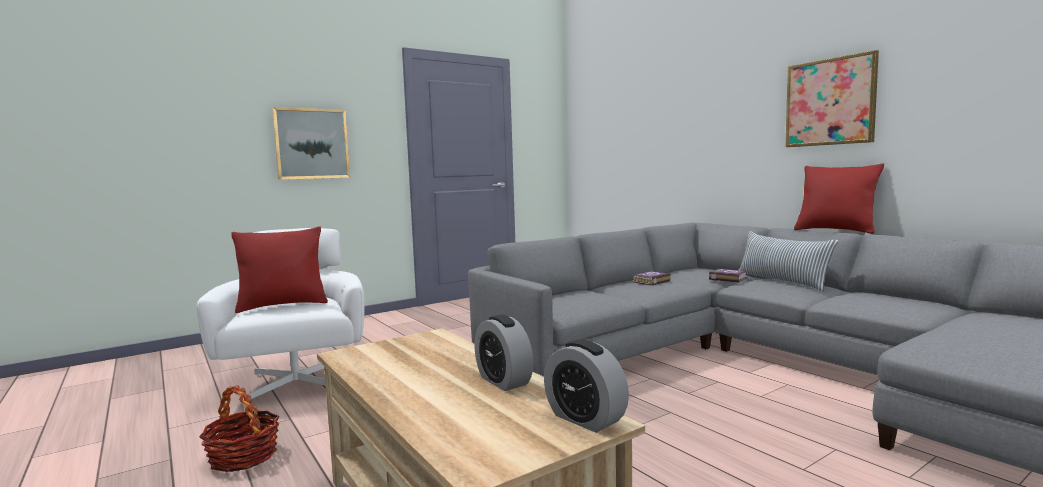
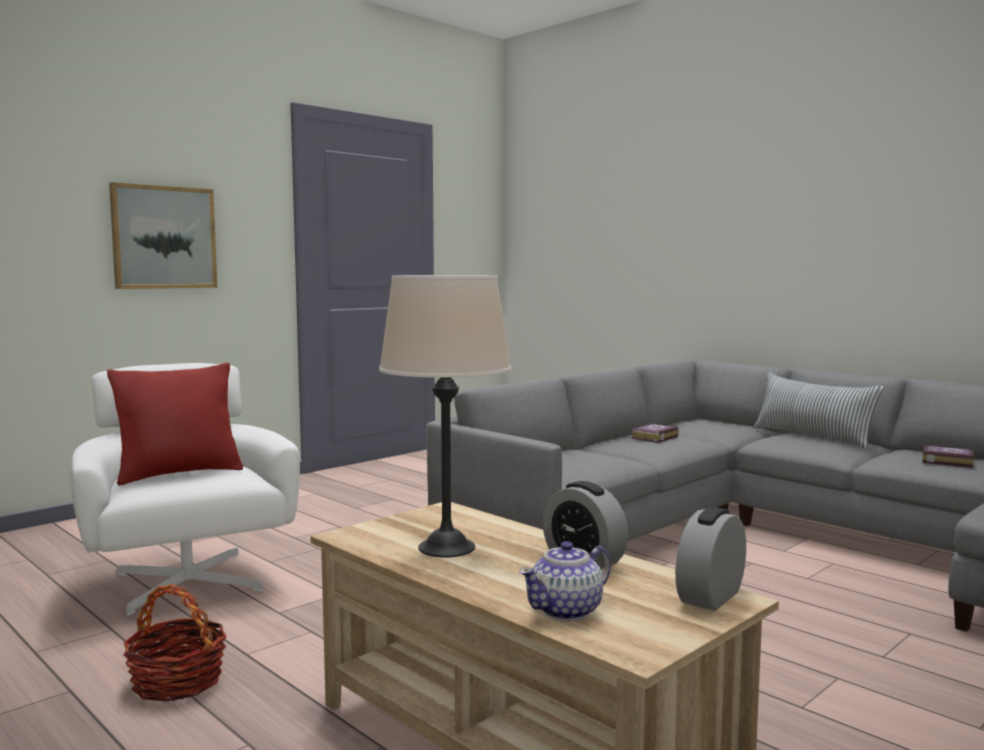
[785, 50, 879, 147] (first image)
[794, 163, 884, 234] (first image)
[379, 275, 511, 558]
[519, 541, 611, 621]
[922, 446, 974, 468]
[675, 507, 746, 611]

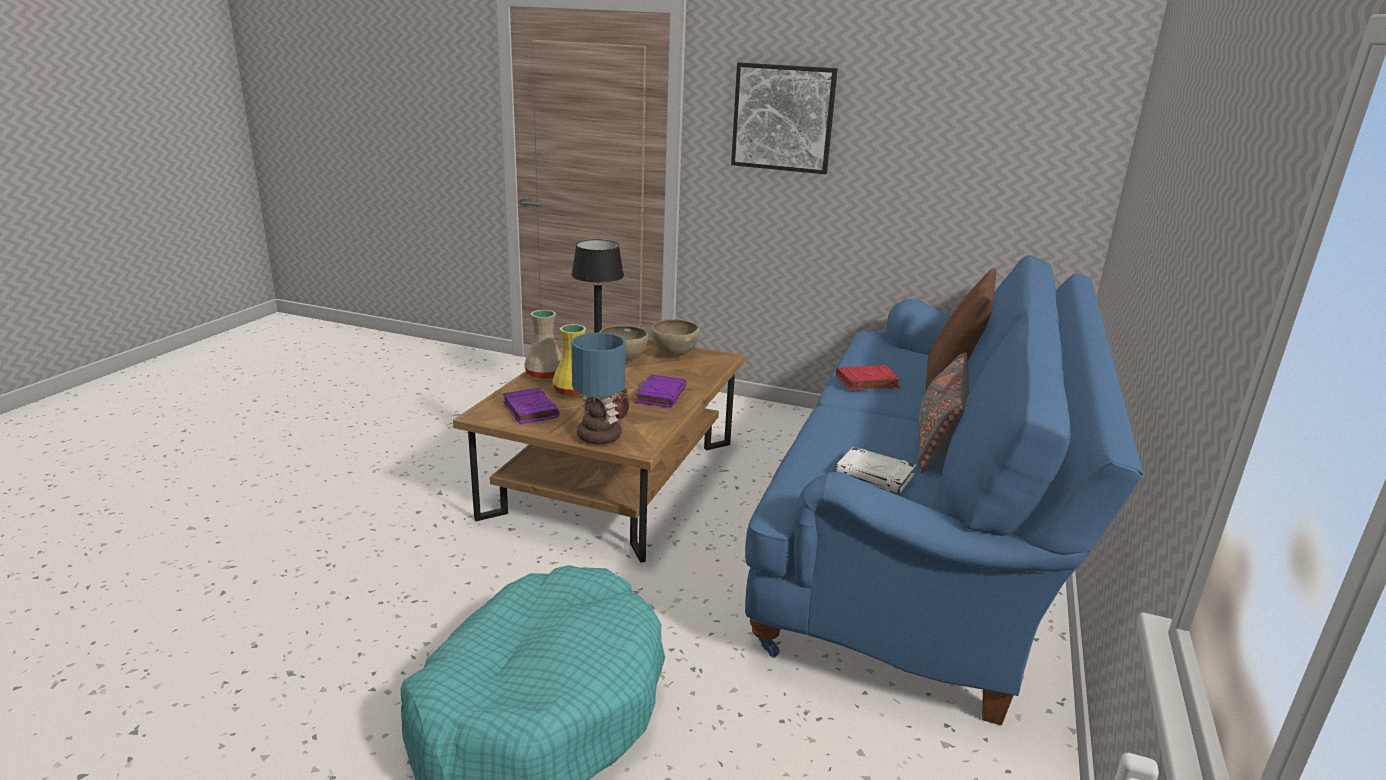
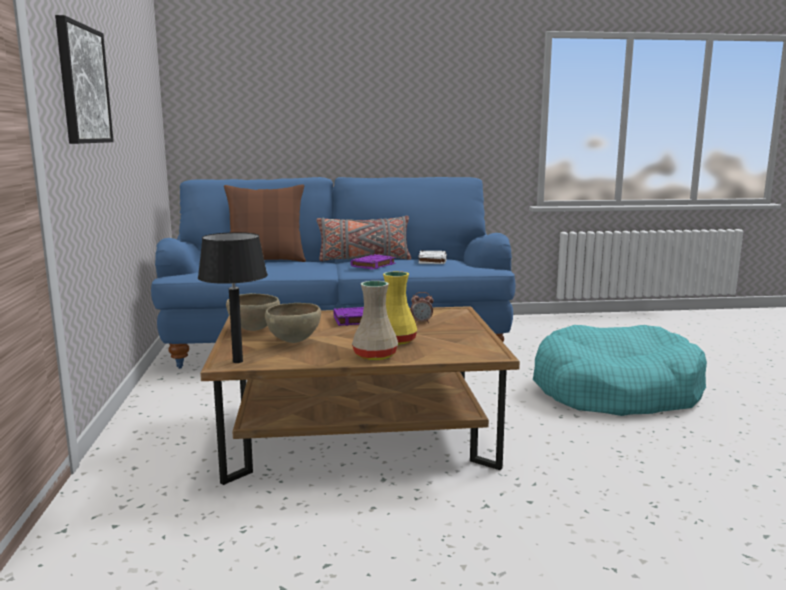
[571, 333, 626, 444] (first image)
[836, 365, 901, 390] (first image)
[351, 254, 396, 270]

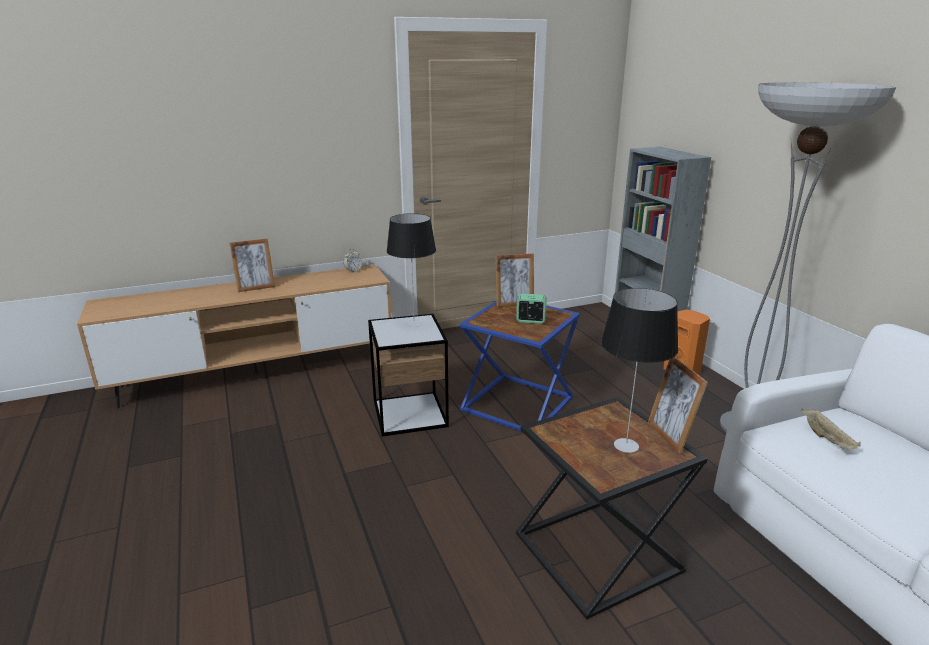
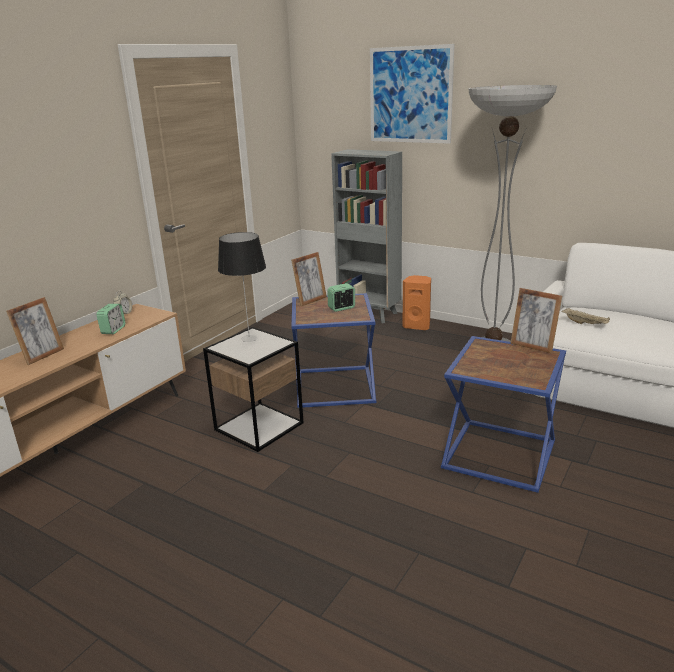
[601, 288, 678, 453] (first image)
[96, 304, 125, 334]
[370, 44, 455, 144]
[441, 336, 566, 493]

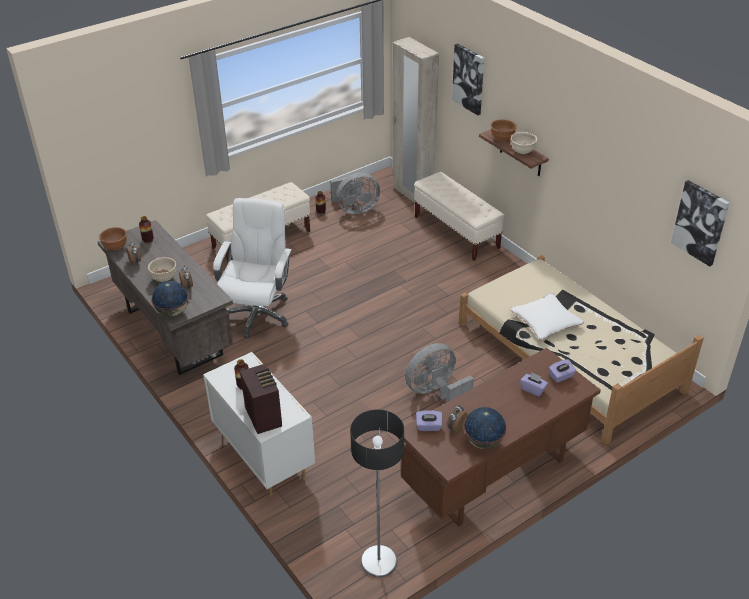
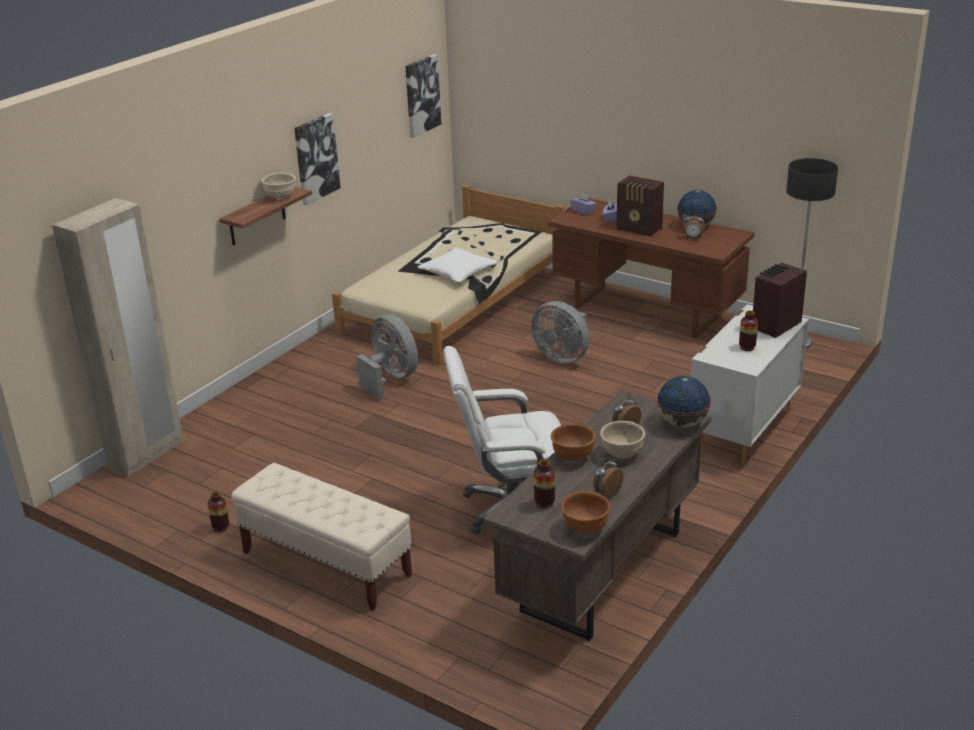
[414, 172, 505, 261] (first image)
[416, 410, 442, 431] (first image)
[616, 175, 664, 237]
[357, 314, 418, 399]
[294, 113, 341, 205]
[551, 424, 595, 461]

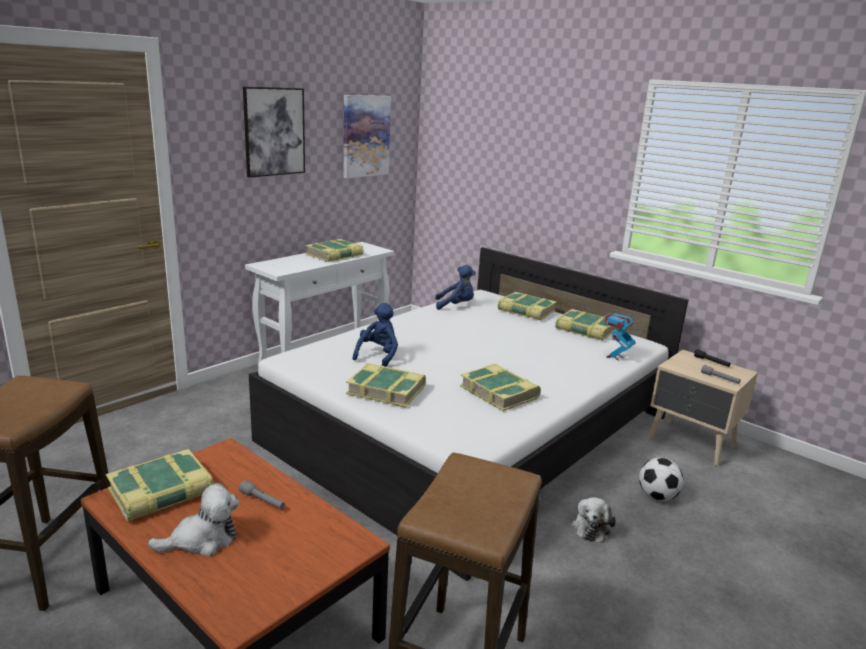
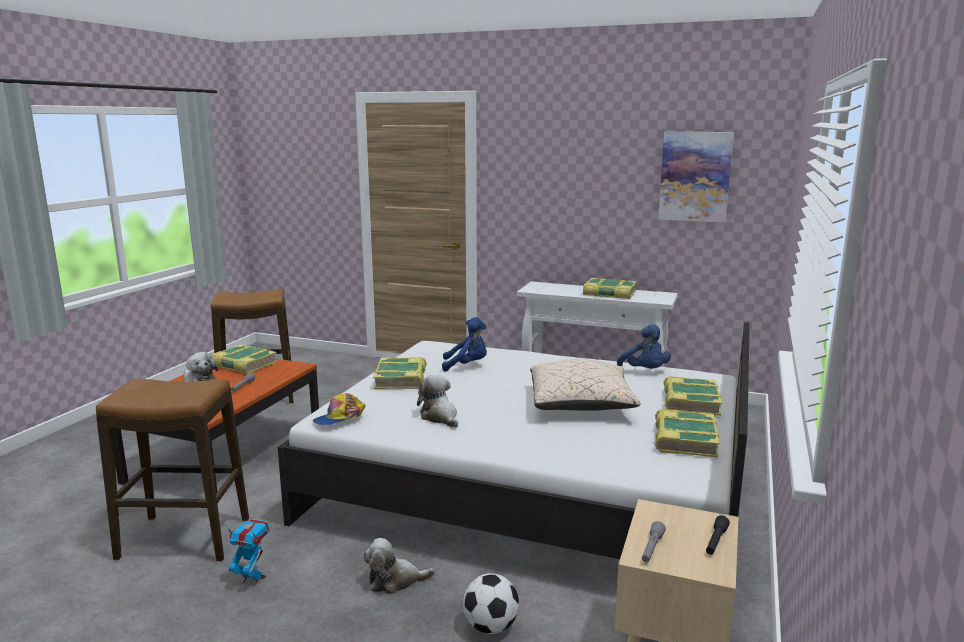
[243, 87, 305, 177] (first image)
[313, 393, 365, 425]
[530, 359, 641, 411]
[225, 519, 270, 586]
[417, 375, 458, 428]

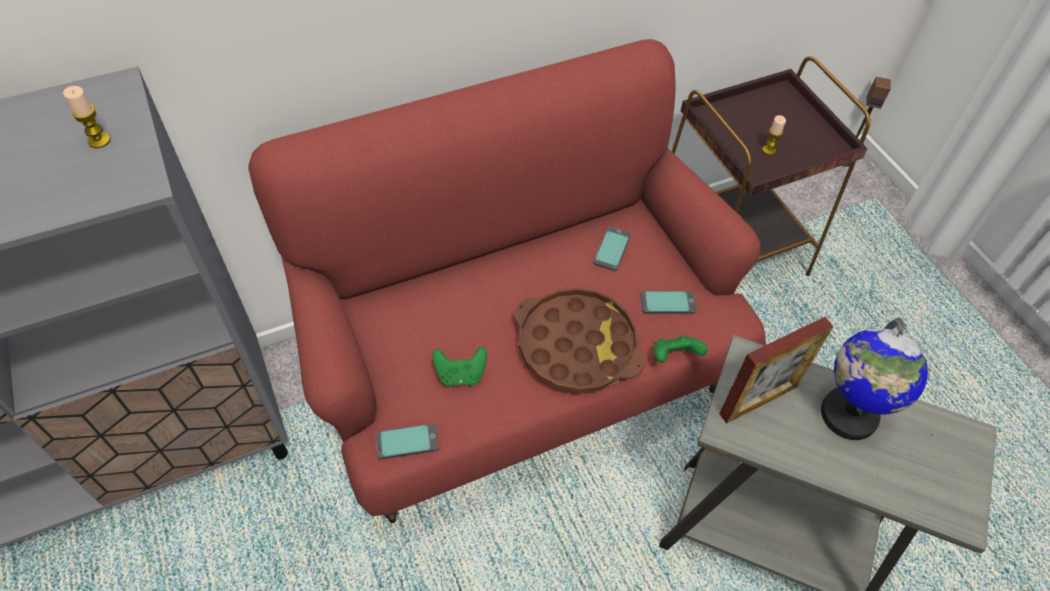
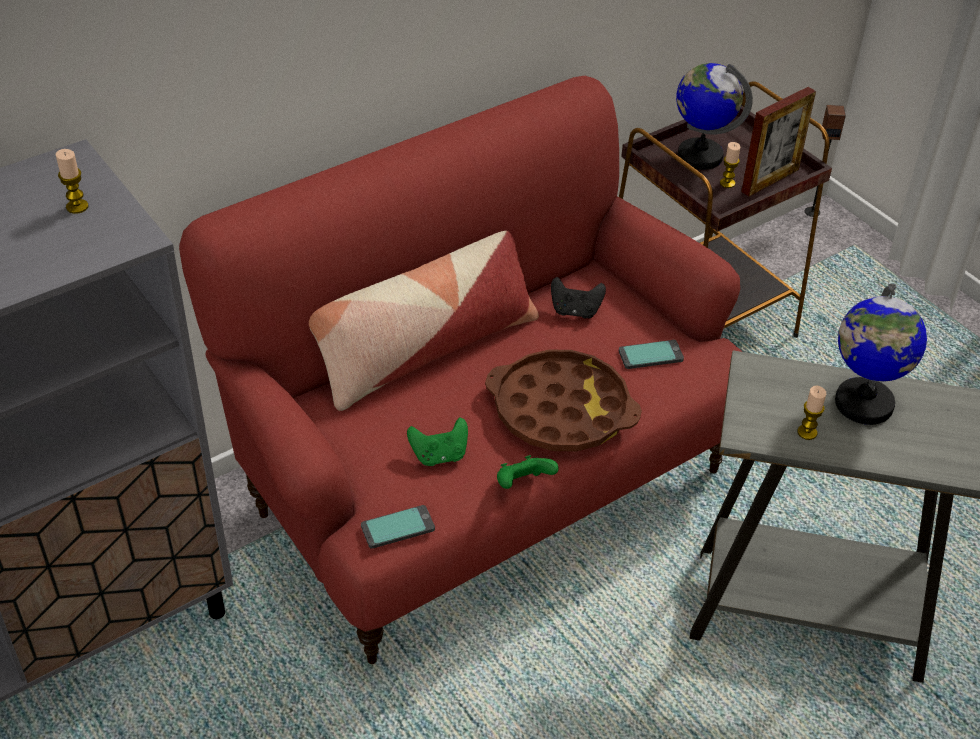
[309, 231, 539, 411]
[676, 63, 753, 170]
[797, 386, 826, 440]
[497, 455, 559, 489]
[741, 87, 816, 196]
[551, 277, 606, 318]

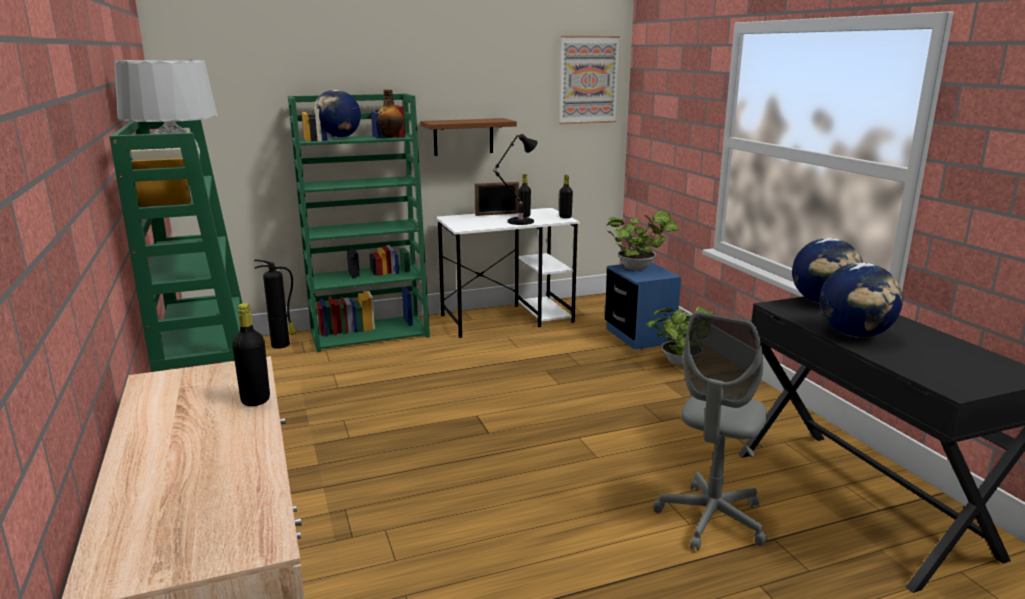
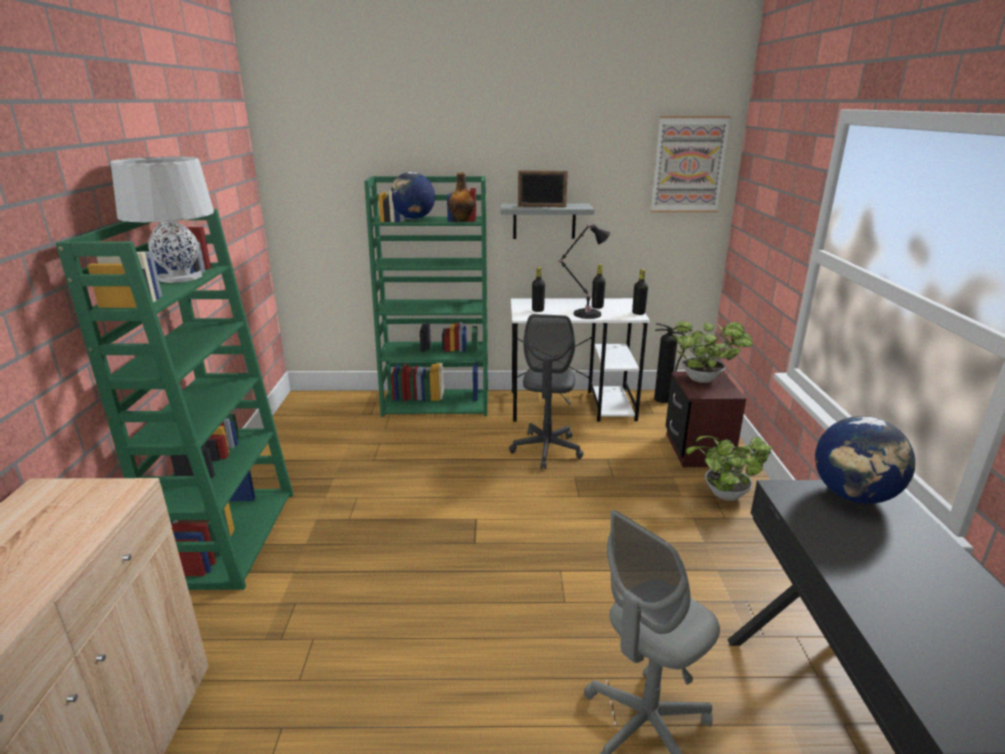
[820, 263, 903, 338] (first image)
[509, 314, 584, 469]
[532, 267, 545, 312]
[654, 323, 685, 403]
[518, 170, 568, 207]
[500, 204, 594, 239]
[665, 371, 746, 467]

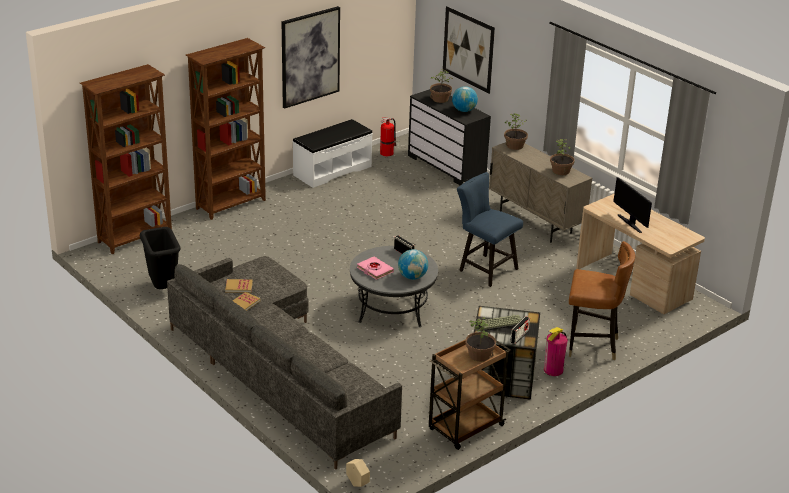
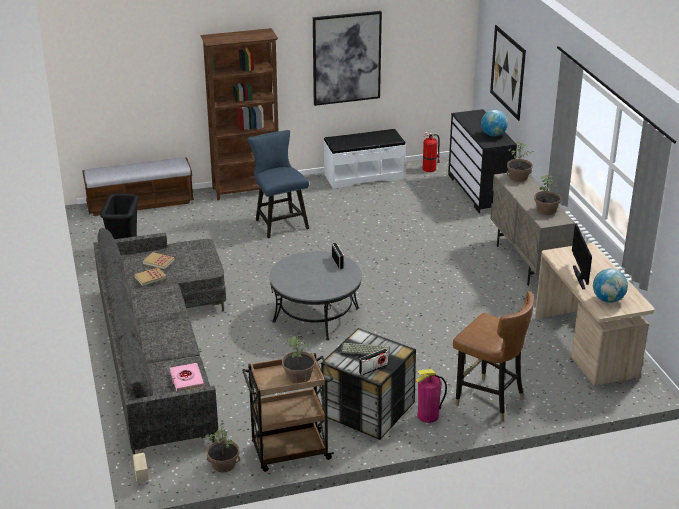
[170, 363, 205, 391]
[593, 269, 628, 303]
[205, 426, 240, 473]
[247, 130, 309, 238]
[82, 158, 194, 216]

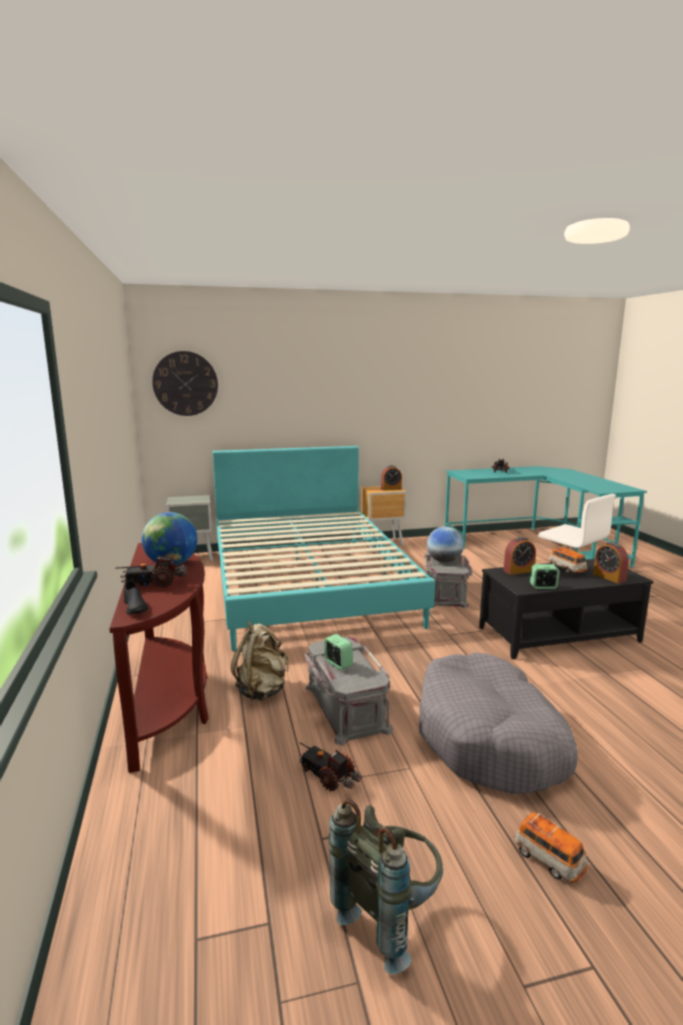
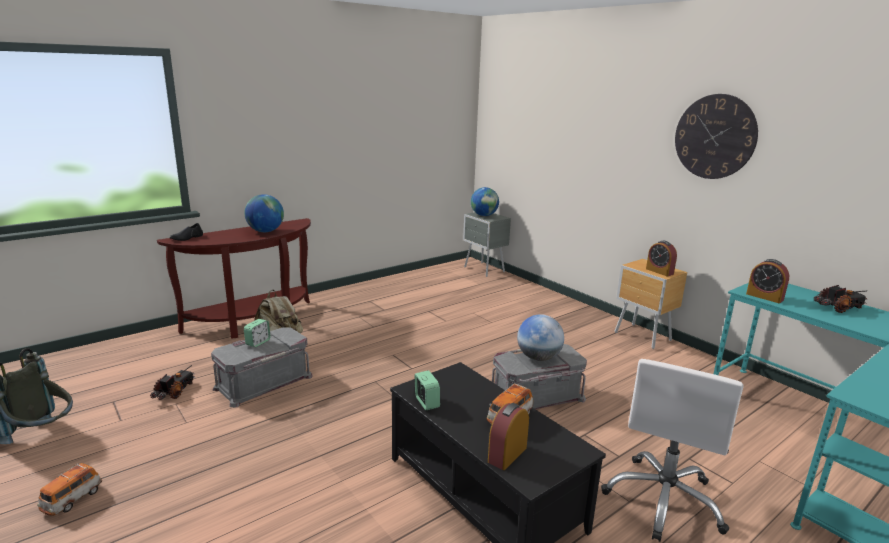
[115, 555, 188, 588] (first image)
[213, 446, 435, 651] (first image)
[419, 652, 578, 794] (first image)
[471, 187, 499, 216]
[675, 94, 758, 179]
[746, 259, 789, 303]

